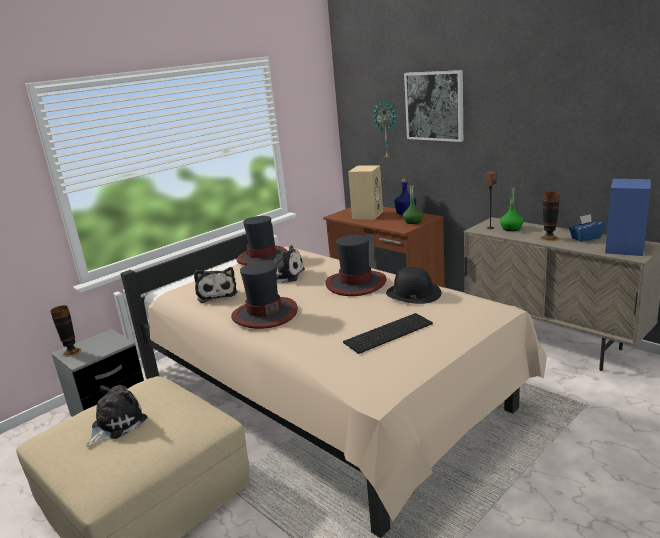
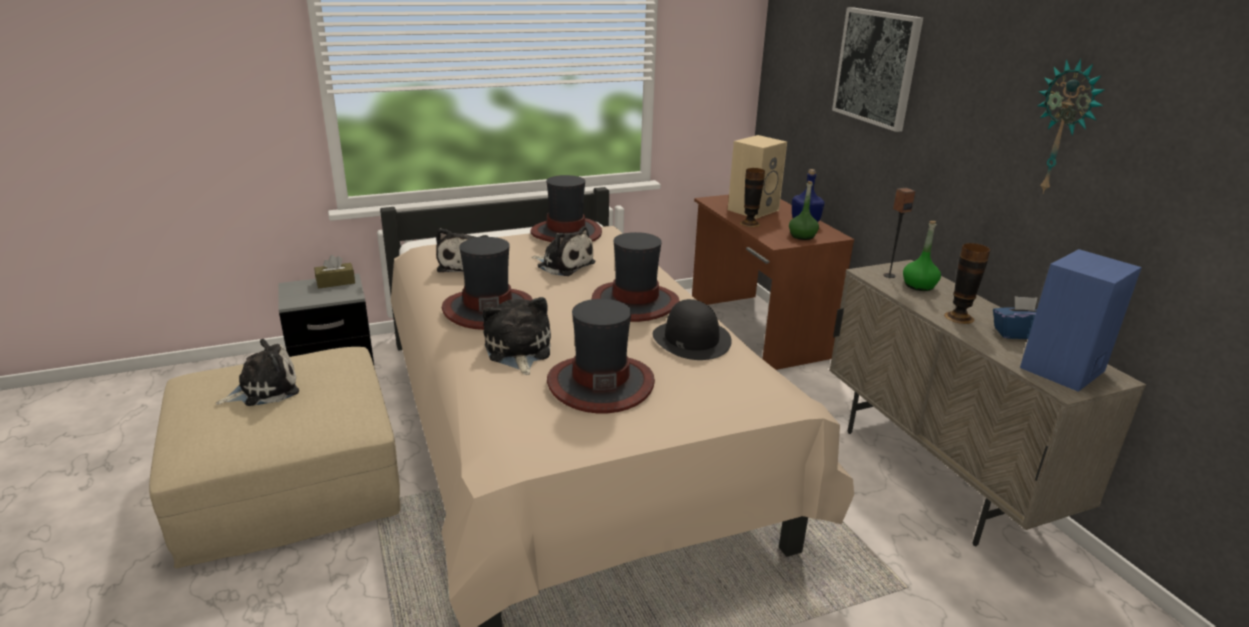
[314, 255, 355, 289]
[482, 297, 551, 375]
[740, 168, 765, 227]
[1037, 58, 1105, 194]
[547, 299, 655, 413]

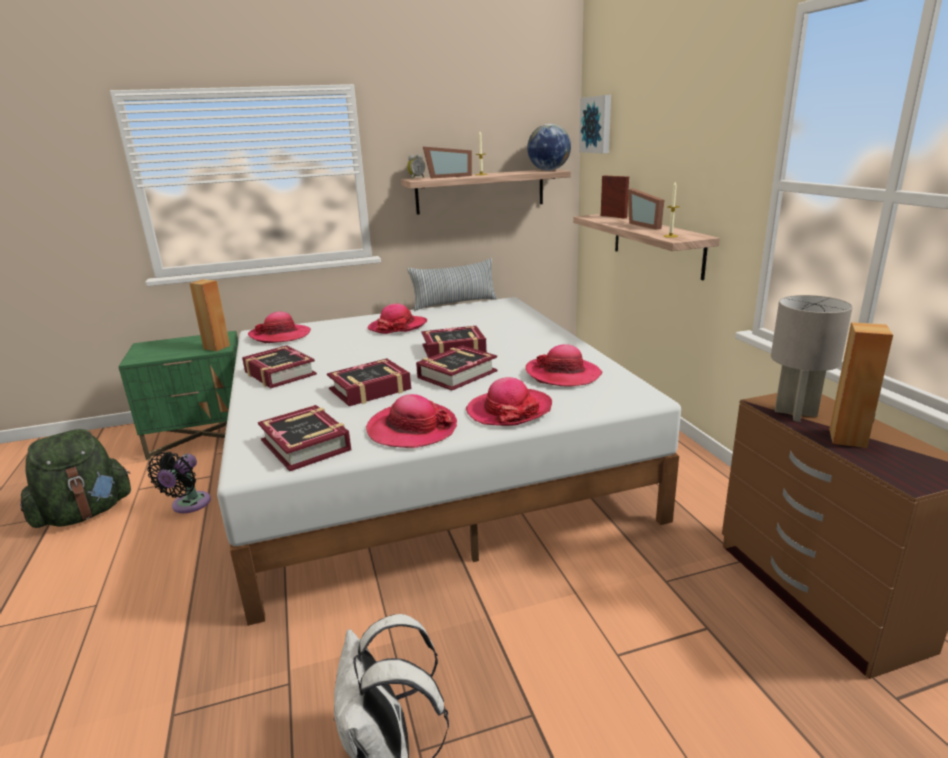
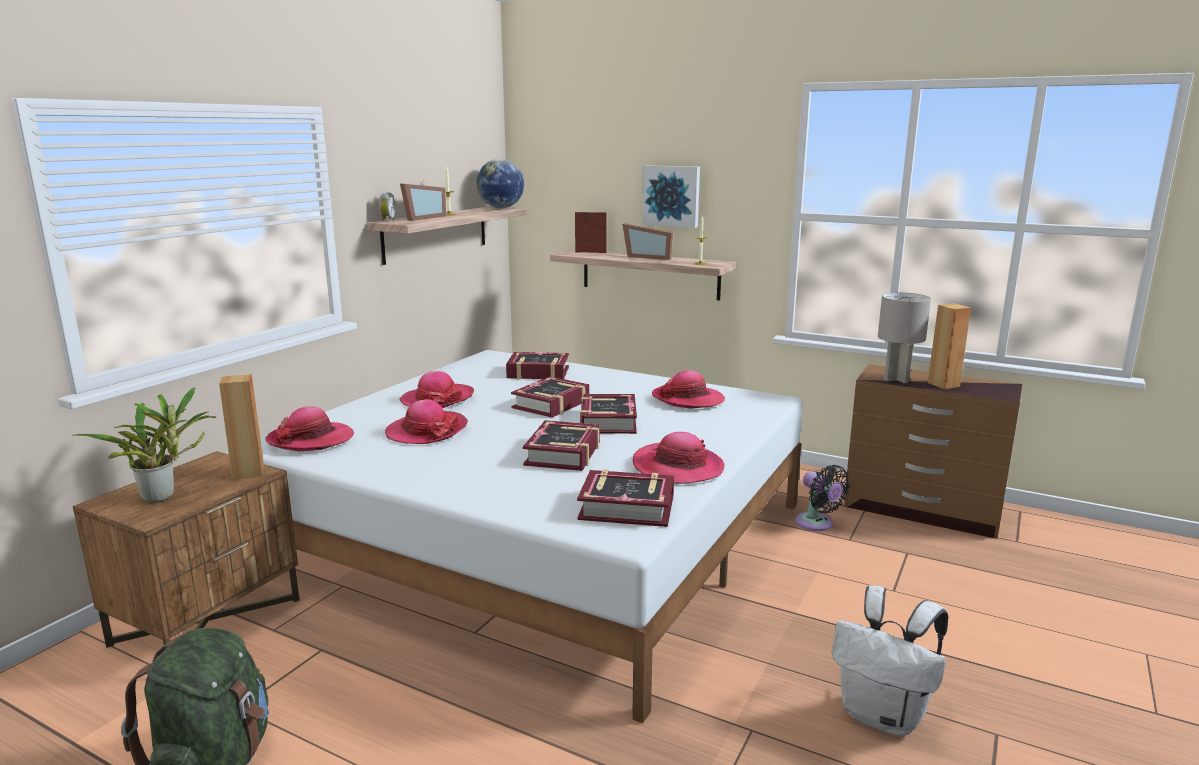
[408, 259, 497, 311] (first image)
[72, 387, 216, 503]
[795, 465, 850, 531]
[506, 352, 569, 380]
[385, 399, 468, 444]
[642, 165, 700, 228]
[73, 451, 300, 648]

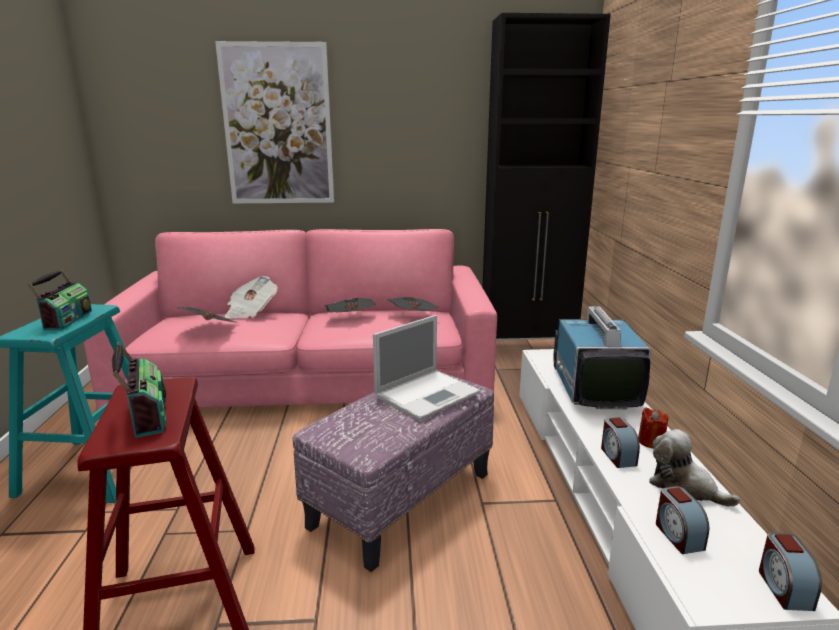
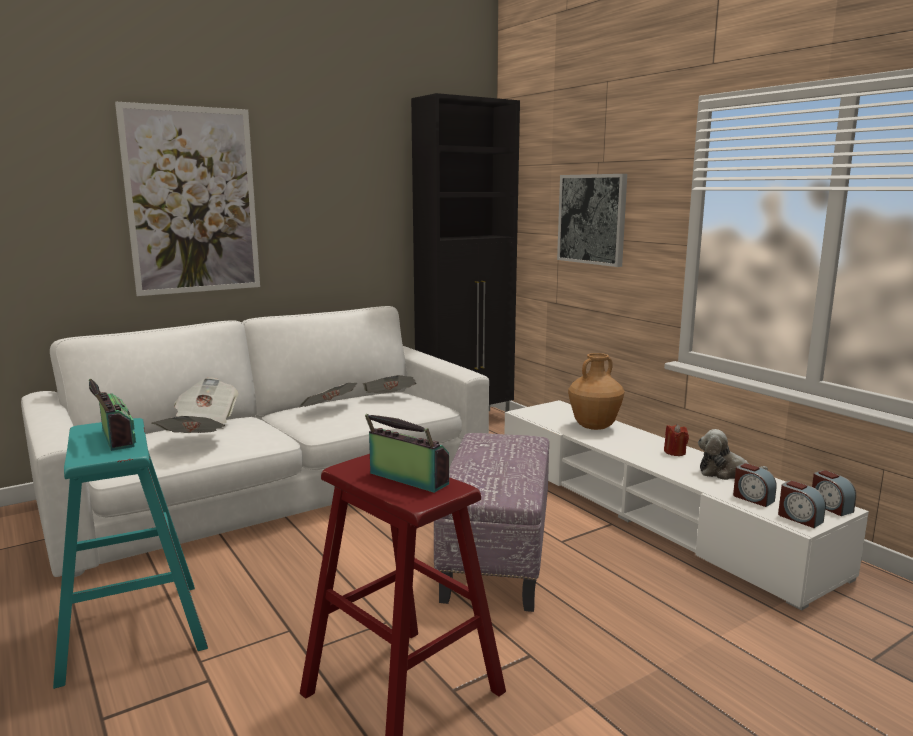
[373, 315, 480, 421] (first image)
[557, 174, 627, 267]
[778, 481, 826, 528]
[568, 353, 624, 430]
[21, 306, 489, 577]

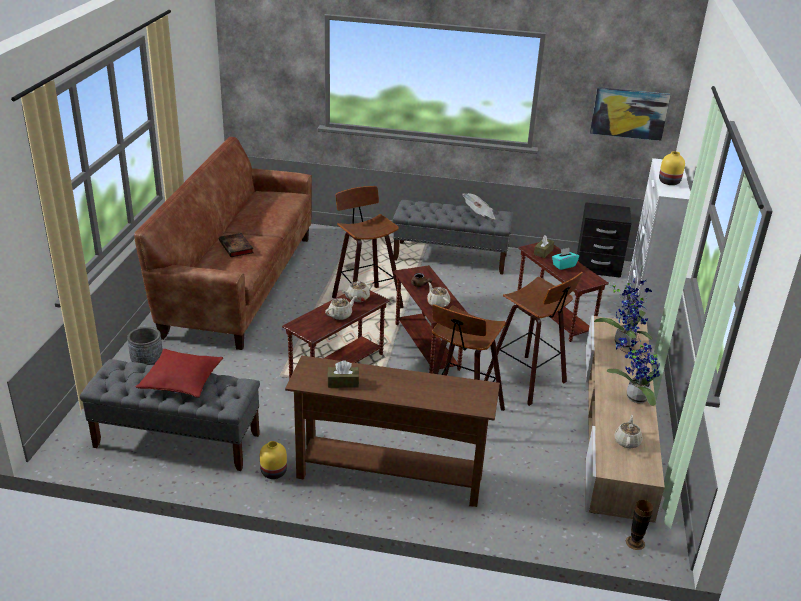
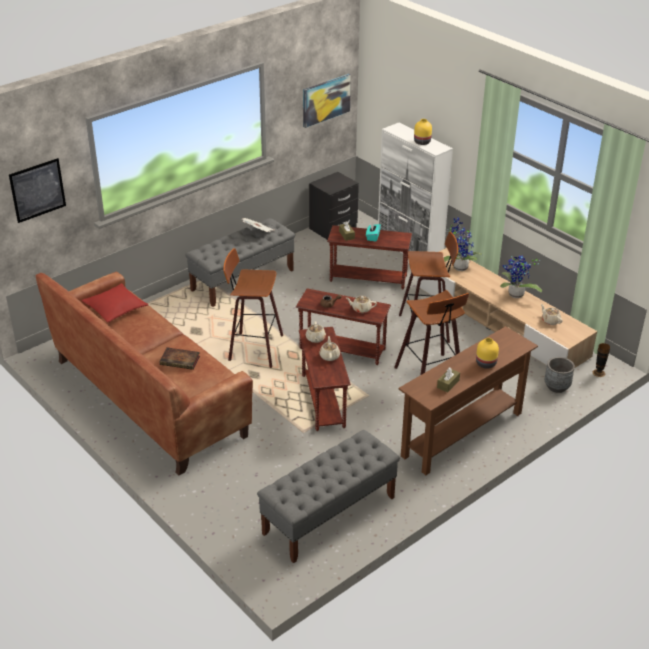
[9, 158, 66, 223]
[544, 357, 575, 393]
[82, 283, 148, 323]
[476, 338, 499, 369]

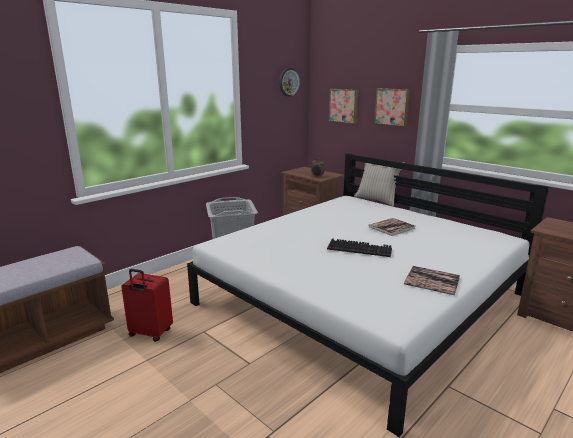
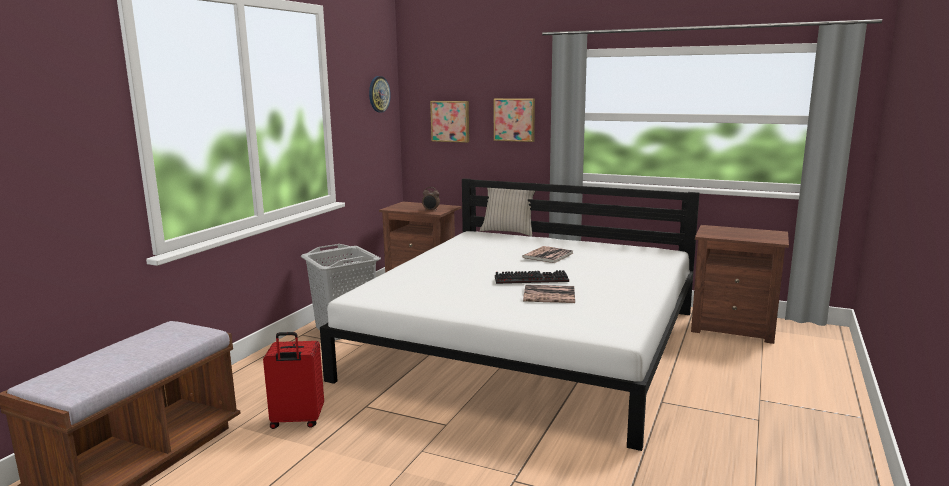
[523, 285, 575, 303]

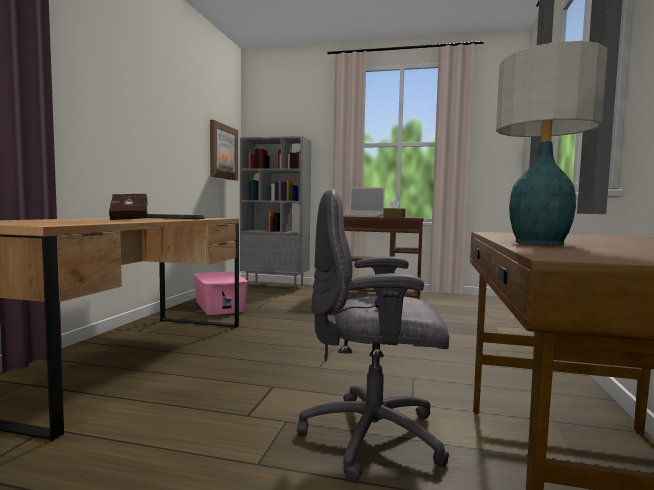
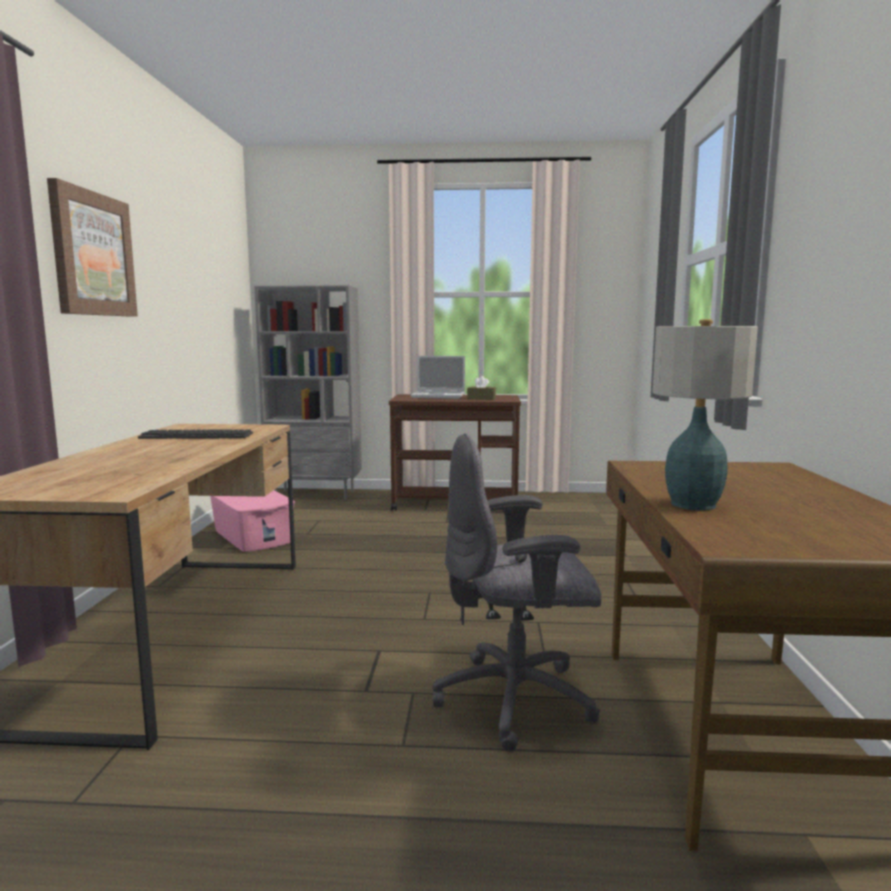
[109, 194, 148, 220] (first image)
[47, 178, 138, 317]

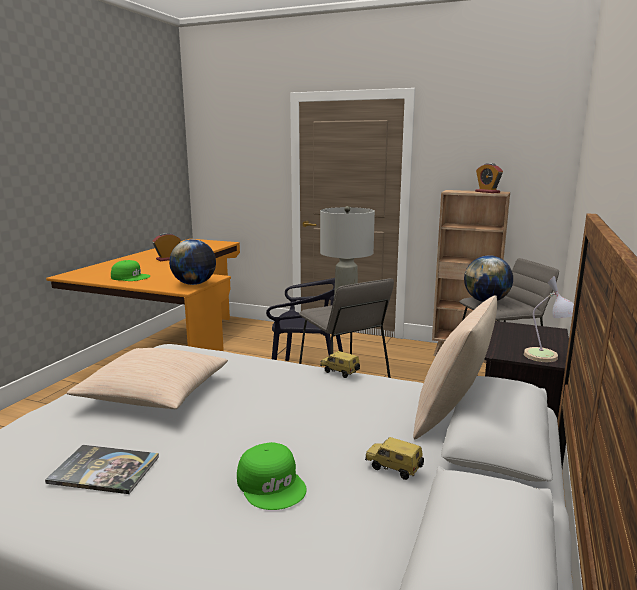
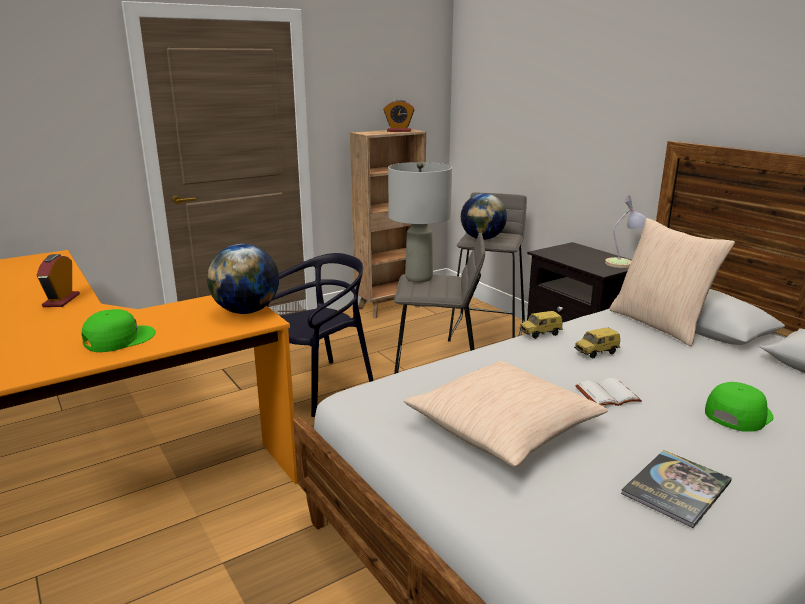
[575, 378, 642, 406]
[574, 328, 620, 359]
[705, 382, 773, 432]

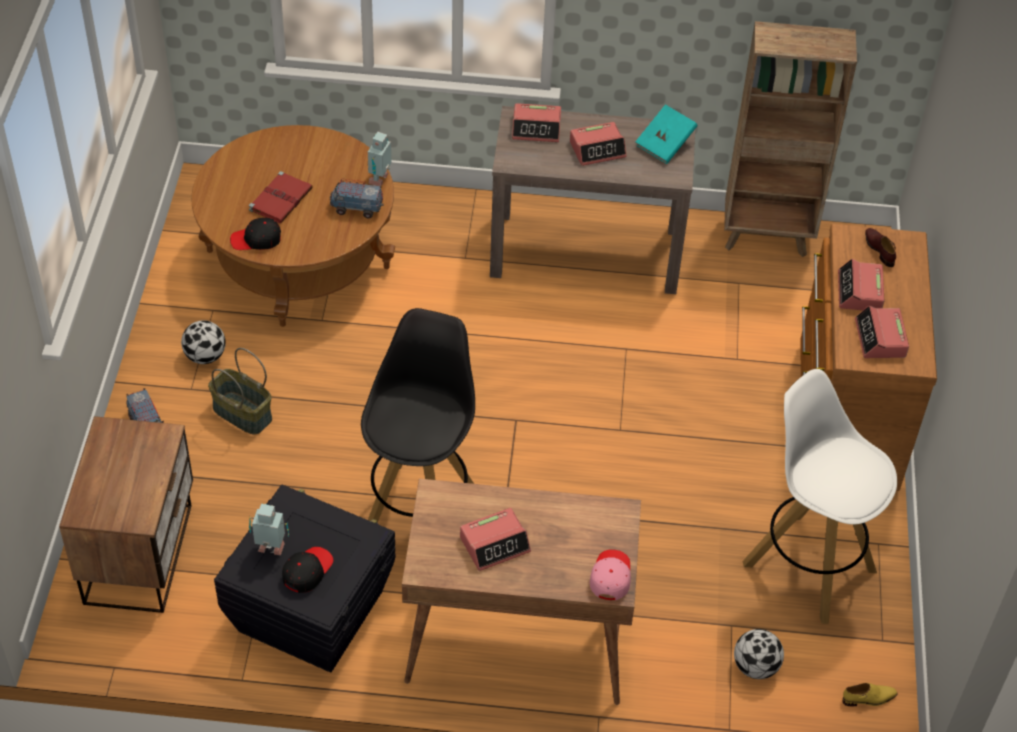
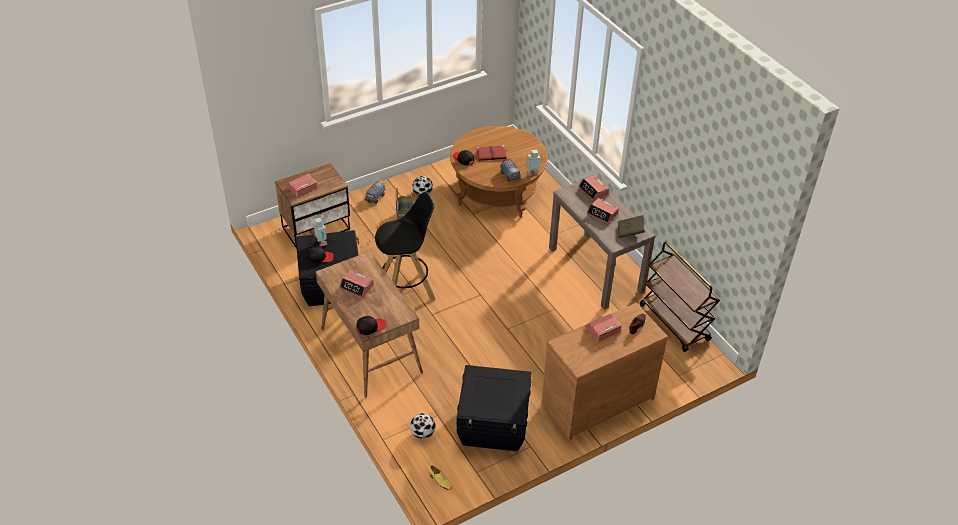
[287, 173, 317, 197]
[640, 242, 720, 352]
[457, 365, 532, 451]
[356, 316, 386, 335]
[618, 215, 645, 238]

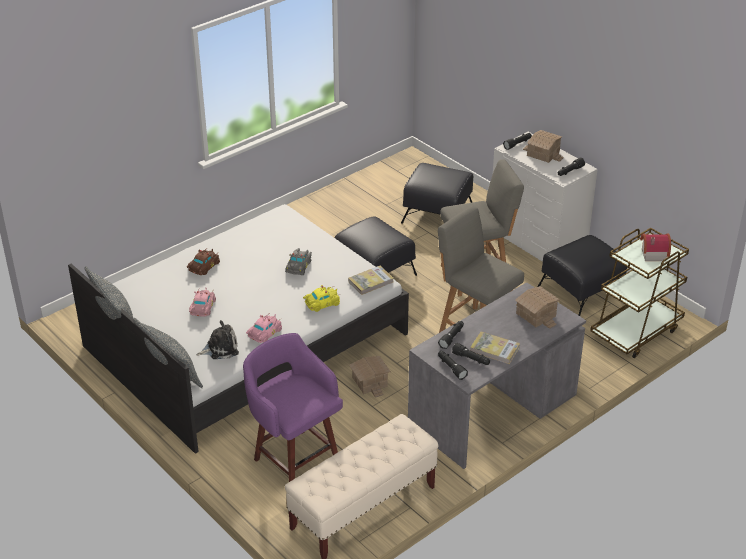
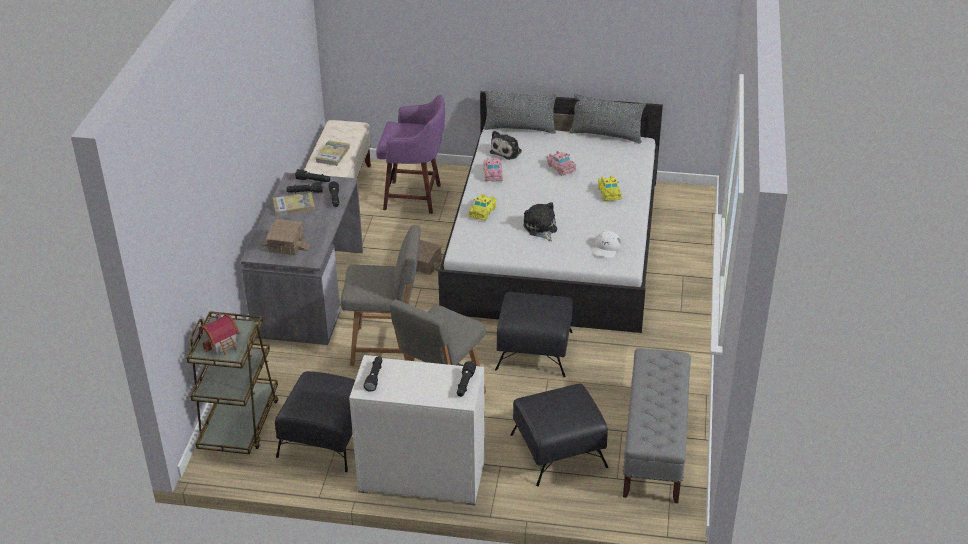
[523, 130, 564, 163] (first image)
[594, 231, 621, 258]
[623, 348, 691, 503]
[315, 140, 350, 166]
[523, 202, 557, 241]
[598, 176, 622, 201]

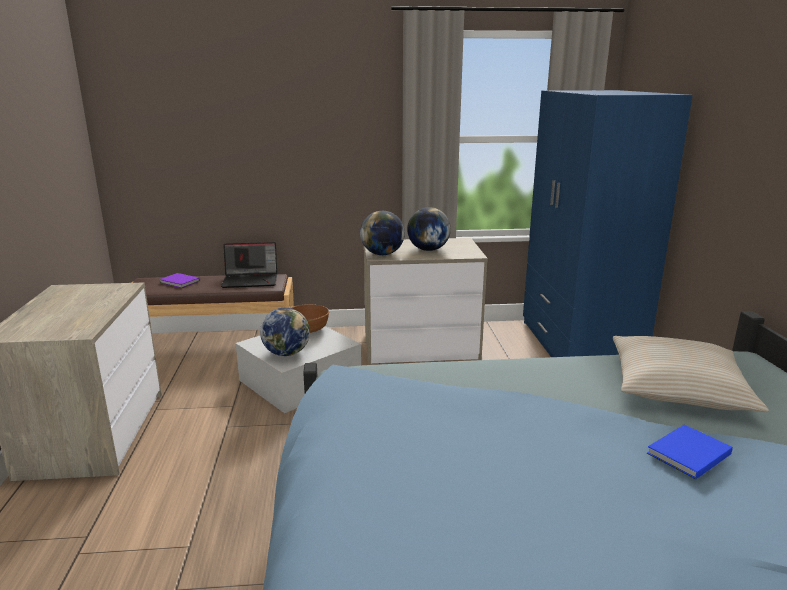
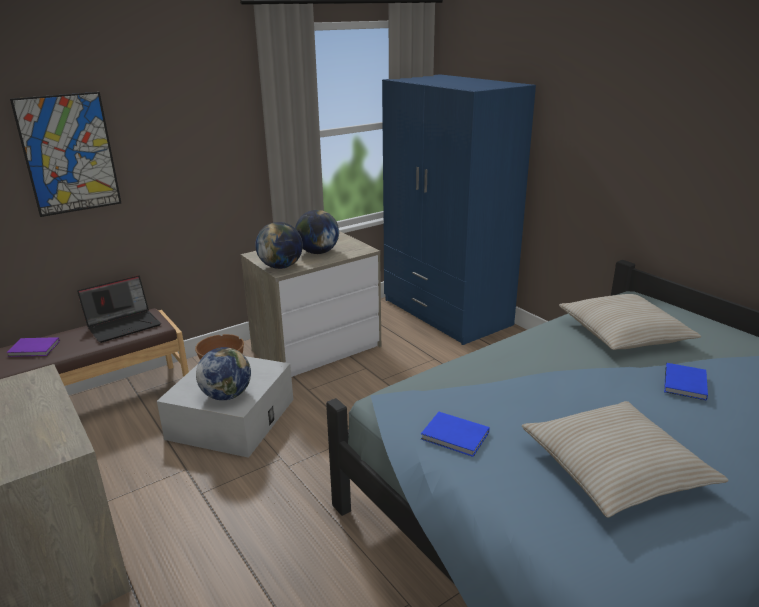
[10, 92, 121, 217]
[421, 412, 489, 457]
[522, 401, 728, 518]

